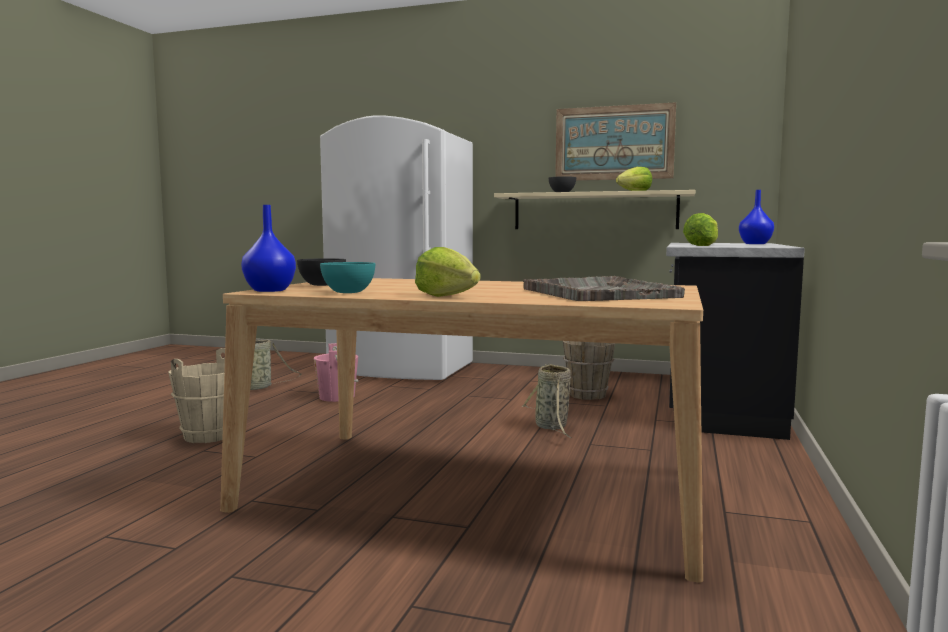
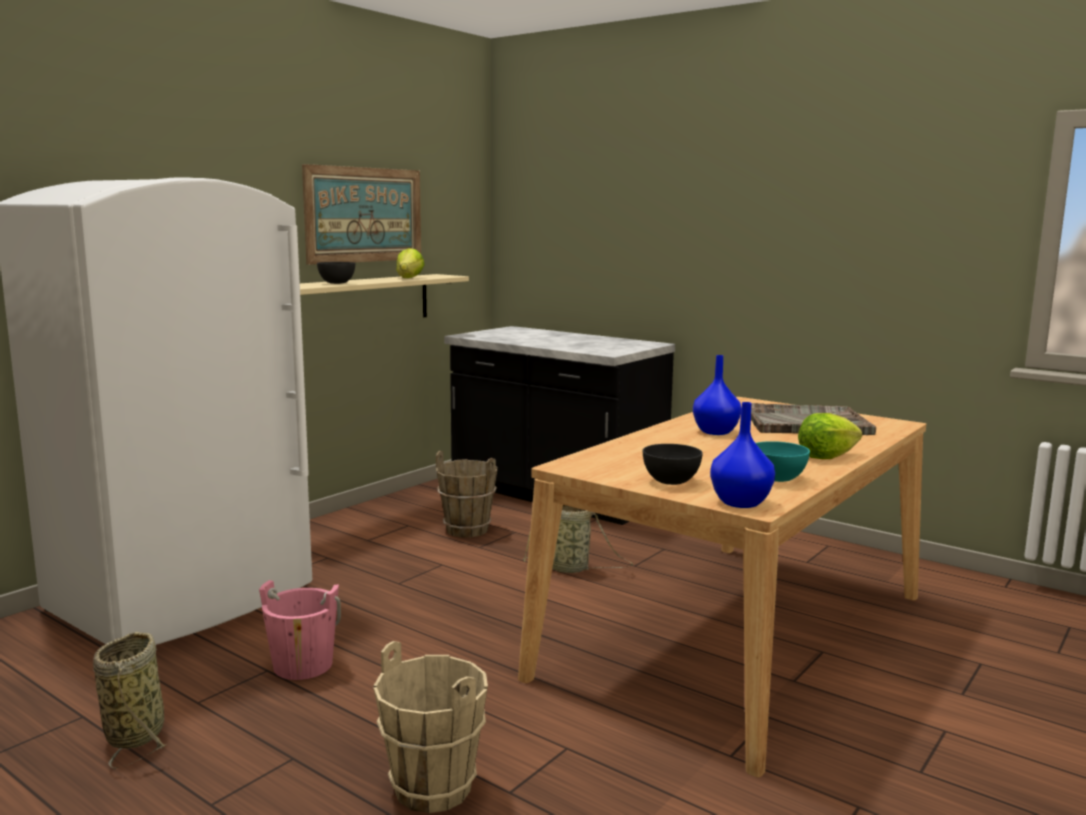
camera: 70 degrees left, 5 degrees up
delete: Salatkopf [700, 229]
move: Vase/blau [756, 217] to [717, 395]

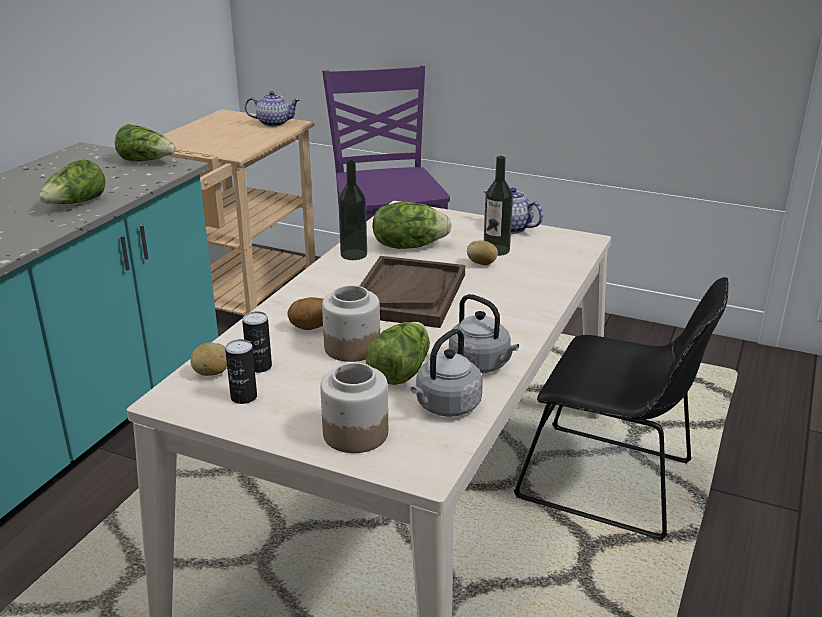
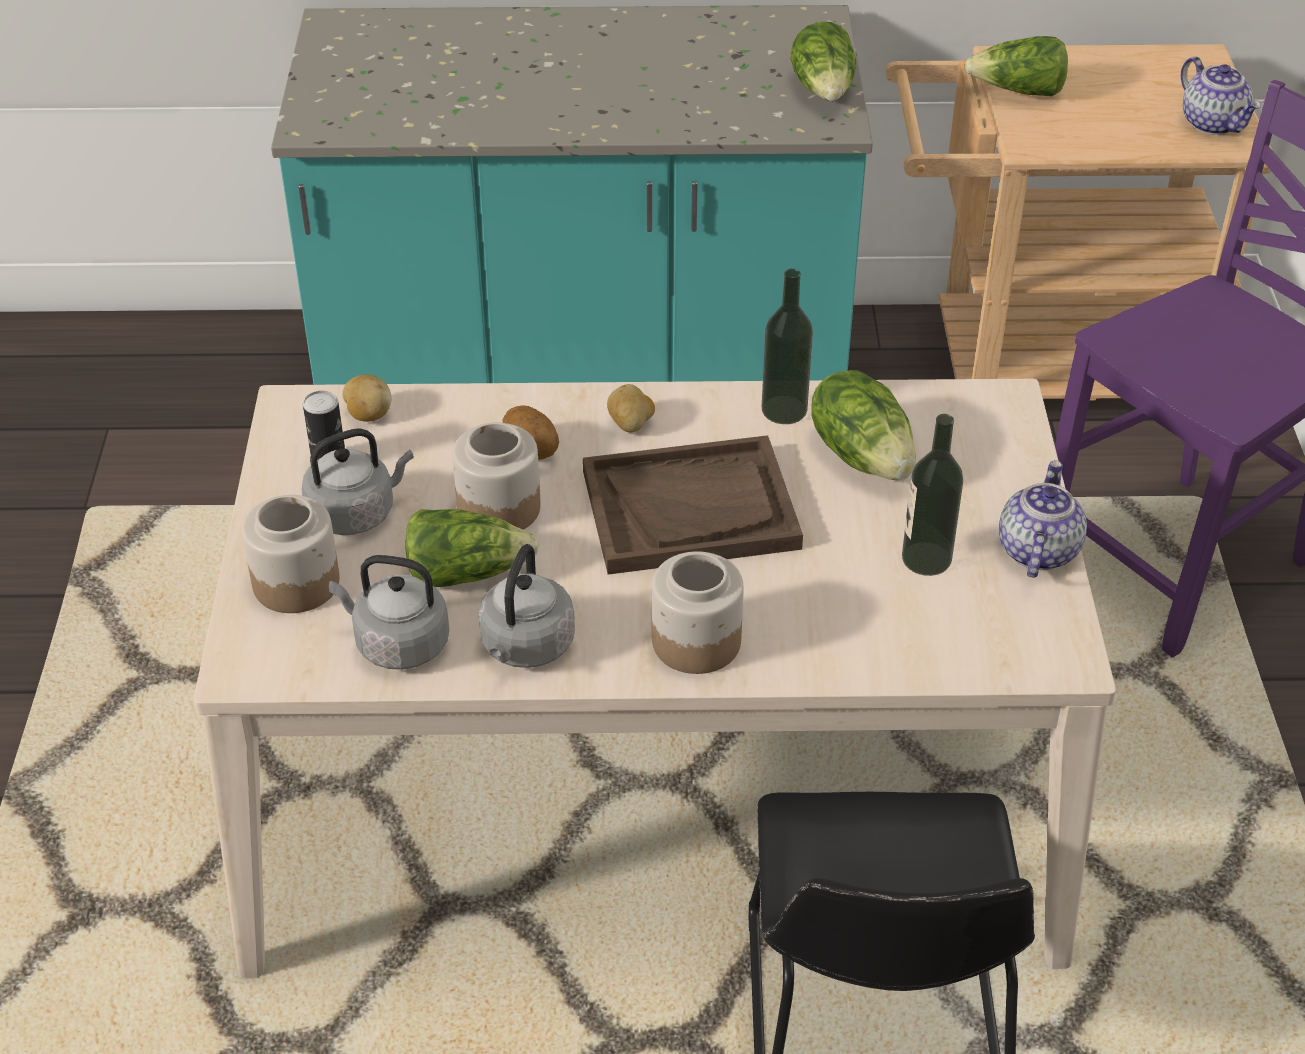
camera: 65 degrees right, 15 degrees up
delete: Dose [257, 342]
insert: Wasserkessel/grau [358, 482]; Vorratsglas [698, 612]
move: Salatkopf [72, 181] to [1016, 66]; Kartoffel [482, 253] to [631, 408]

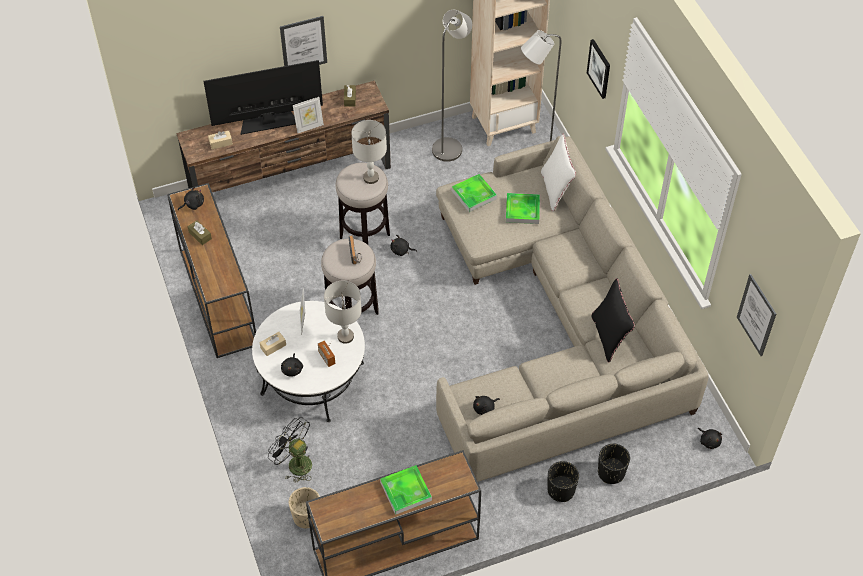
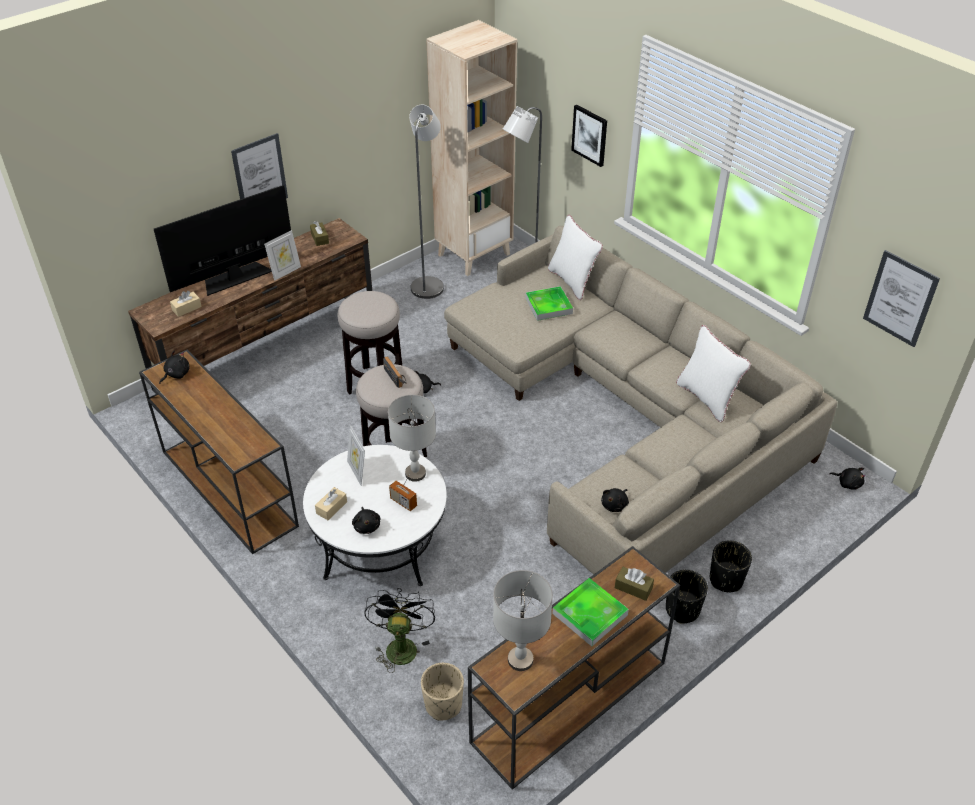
camera: 20 degrees left, 10 degrees down
delete: Tablett [474, 193]
move: Taschentuchbox/braun [200, 232] to [634, 584]; Tischlampe/grau [369, 152] to [523, 620]; Pflanzkübel/schwarz [614, 464] to [687, 597]
recolor: Kissen/schwarz [613, 320] to Kissen/weiß [713, 373]
rotate: Ventilator/schwarz [290, 450] = [399, 630] 75 degrees clockwise

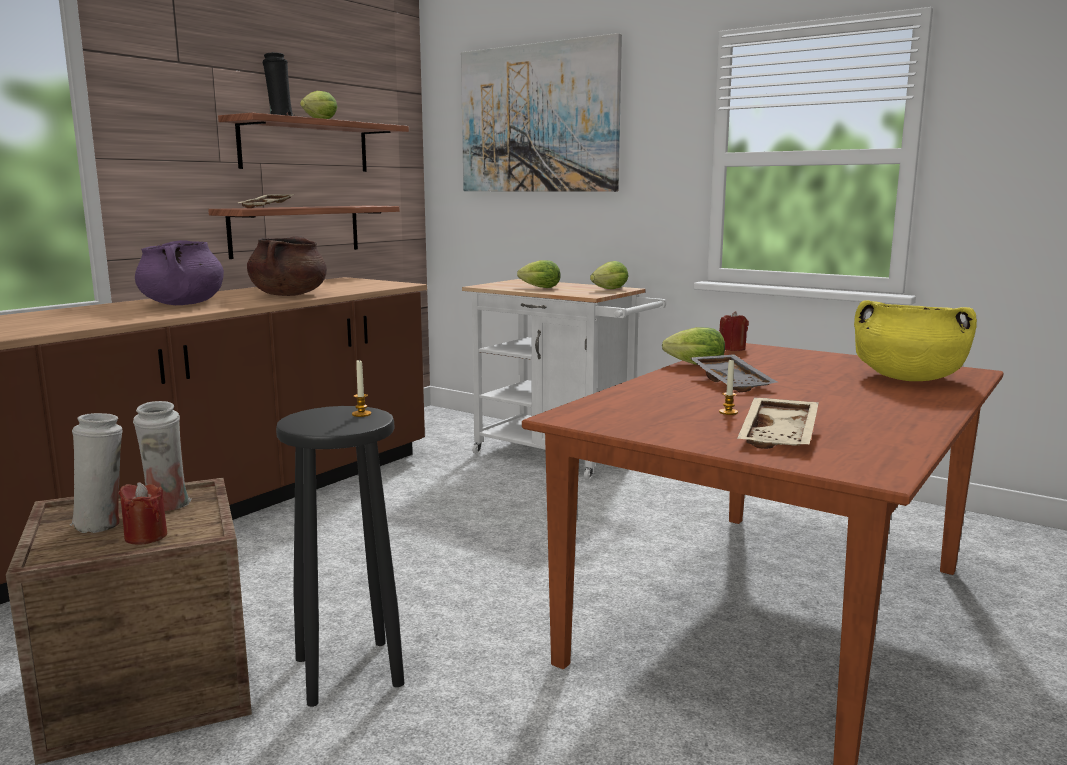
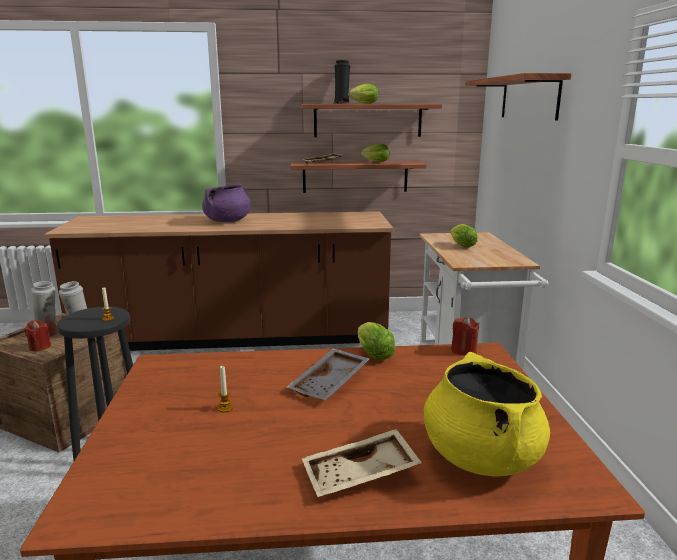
camera: 50 degrees right, 5 degrees up
delete: Kochtopf/braun [287, 266]
move: Salatkopf [609, 275] to [375, 153]; Tablett/beige [778, 423] to [361, 463]
replace: Bild [541, 112] to Wandregal [518, 96]

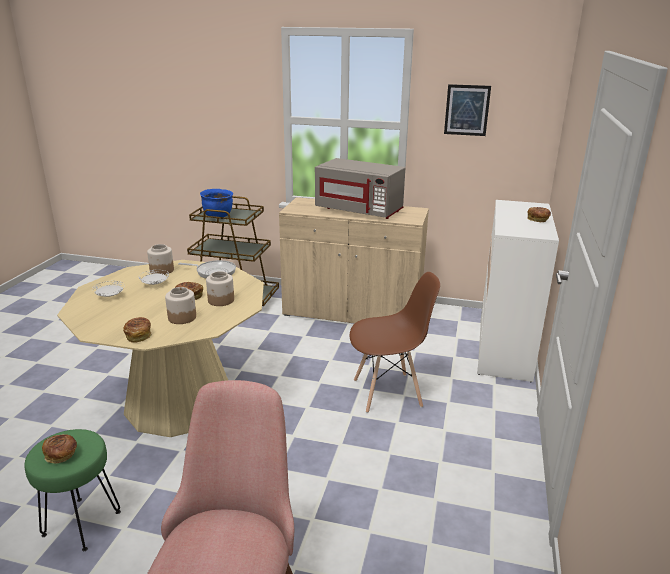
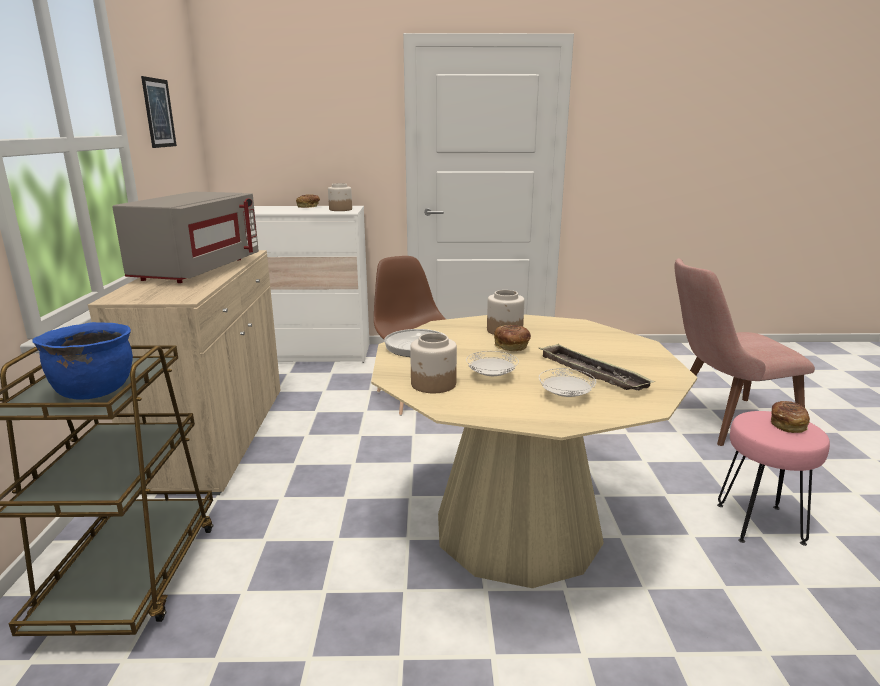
camera: 105 degrees left, 5 degrees down
delete: Brot [137, 330]
insert: Tablett [597, 366]
move: Vorratsglas [180, 305] to [340, 197]
recolor: Hocker/grün [72, 490] to Hocker/rosa [773, 478]

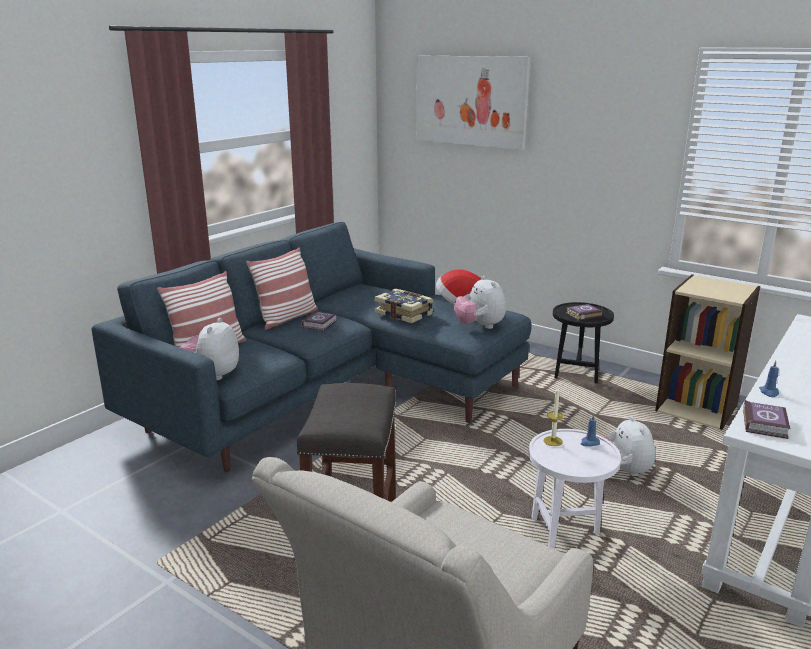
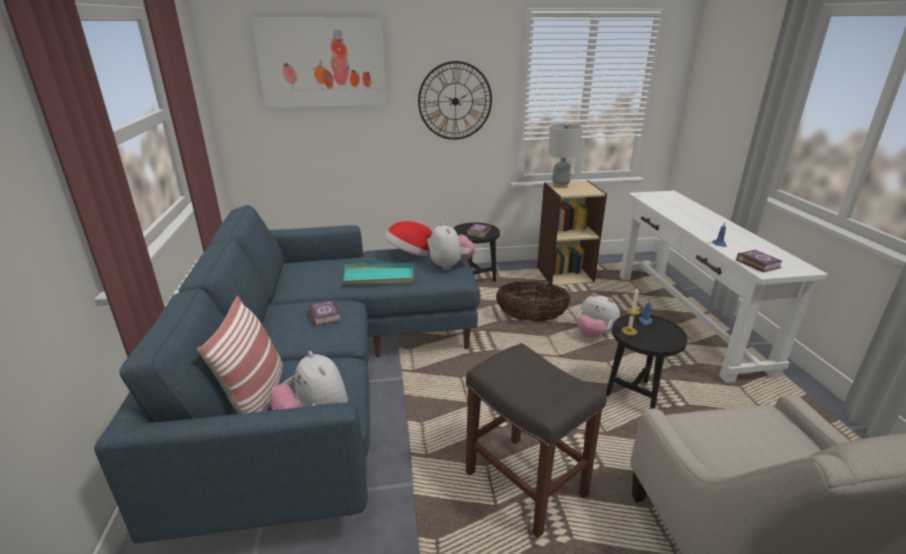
camera: 45 degrees left, 5 degrees up
delete: Kissen [282, 288]
insert: Wanduhr [455, 100]; Korb [533, 301]; Tischlampe/grau [565, 156]
replace: Buch [403, 306] to Tablett/türkis [377, 273]
recolor: Beistelltisch/weiß [574, 489] to Beistelltisch/schwarz [647, 361]
rotate: Plüschtier [480, 302] = [452, 246] 135 degrees counterclockwise

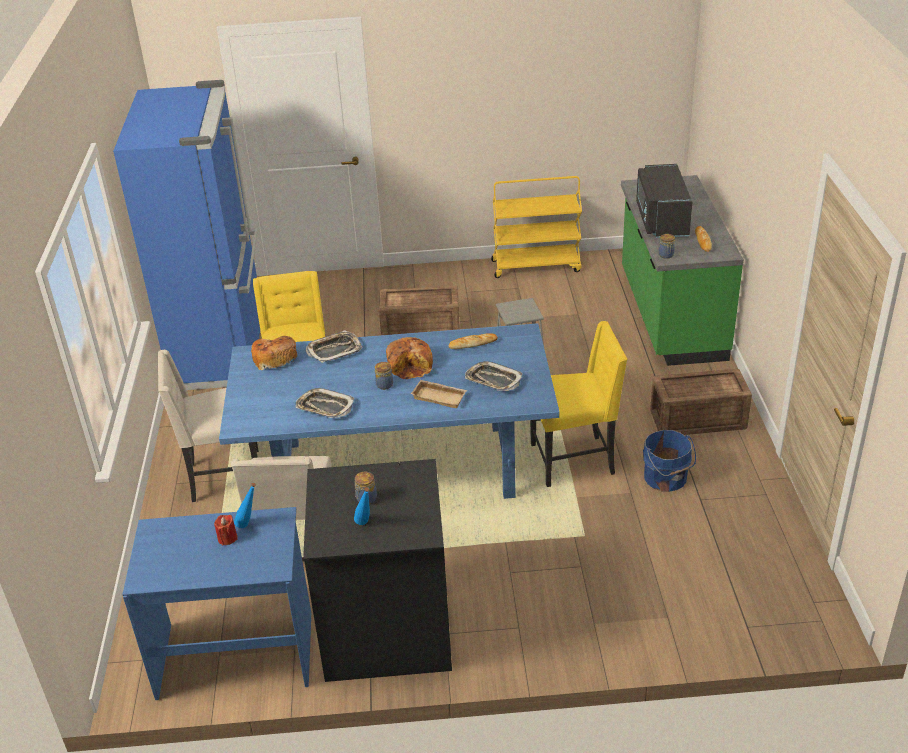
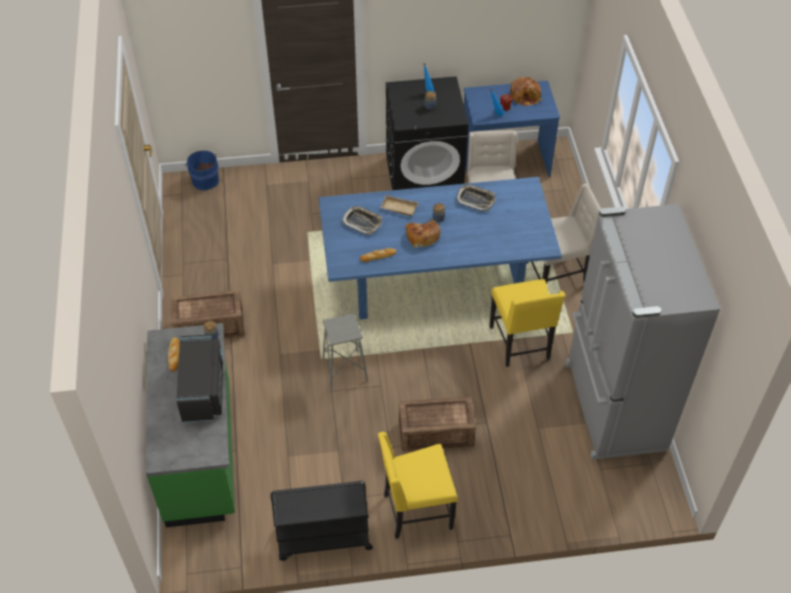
camera: 175 degrees right, 15 degrees up
delete: Tablett [334, 346]
move: Brot [274, 353] to [526, 91]; Stuhl/gelb [578, 404] to [418, 485]; Eimer/blau [669, 461] to [202, 170]
recolor: Kühlschrank/blau [186, 235] to Kühlschrank/grau [642, 332]; Rollwagen/gelb [536, 227] to Rollwagen/schwarz [321, 521]

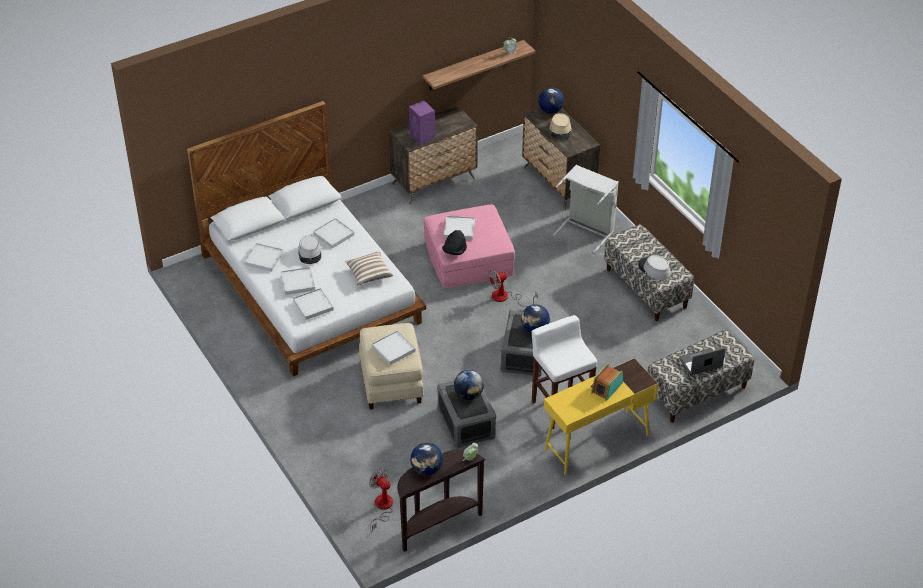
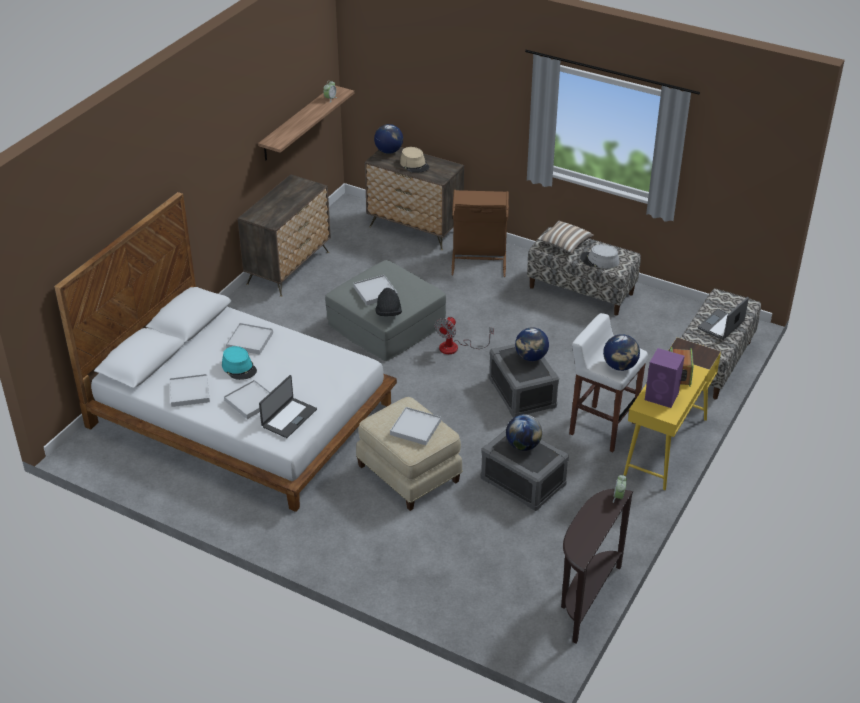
camera: 30 degrees left, 5 degrees down
delete: Ventilator [381, 500]
move: Kissen [369, 268] to [565, 237]; Lautsprecher/lila [422, 123] to [665, 378]; Globus [426, 459] to [621, 352]
replace: Tablett/weiß [313, 304] to Laptop [288, 406]
recolor: Hut/grau [310, 249] to Hut/türkis [239, 363]; Polsterhocker/rosa [469, 246] to Polsterhocker/grau [385, 310]; Wäschekorb/grau [586, 208] to Wäschekorb/braun [480, 233]

